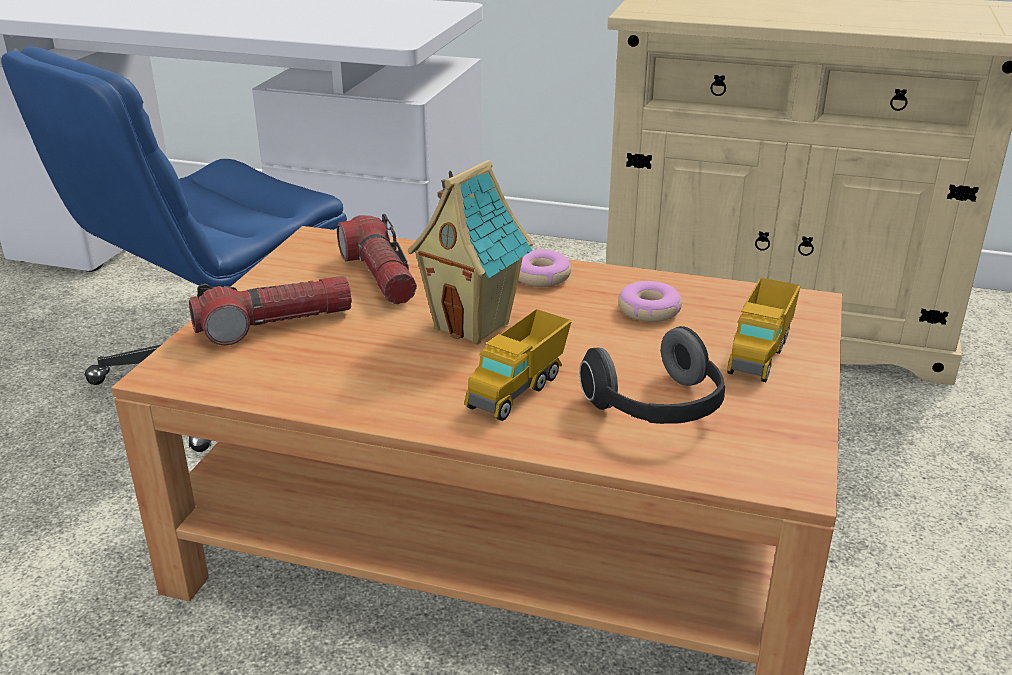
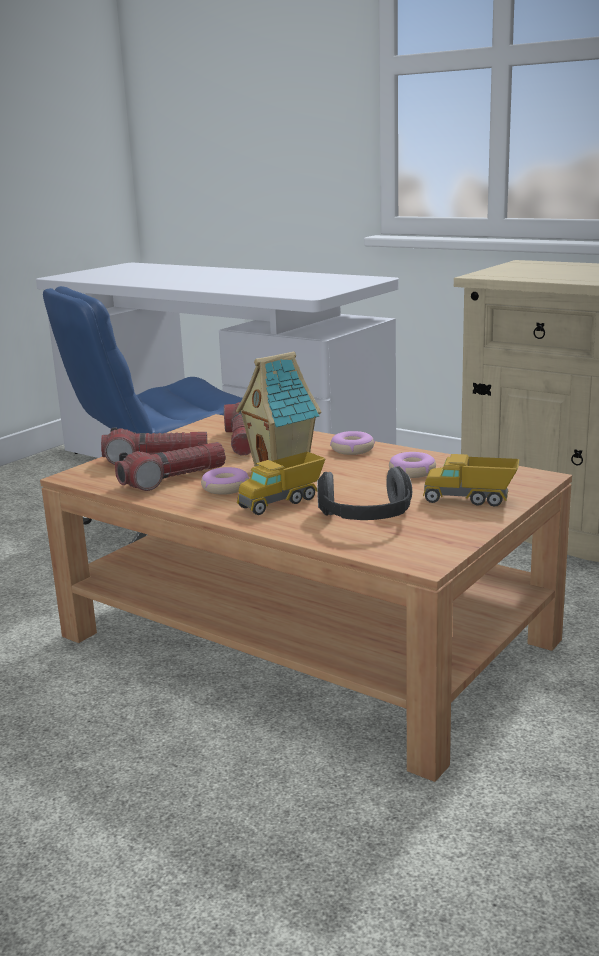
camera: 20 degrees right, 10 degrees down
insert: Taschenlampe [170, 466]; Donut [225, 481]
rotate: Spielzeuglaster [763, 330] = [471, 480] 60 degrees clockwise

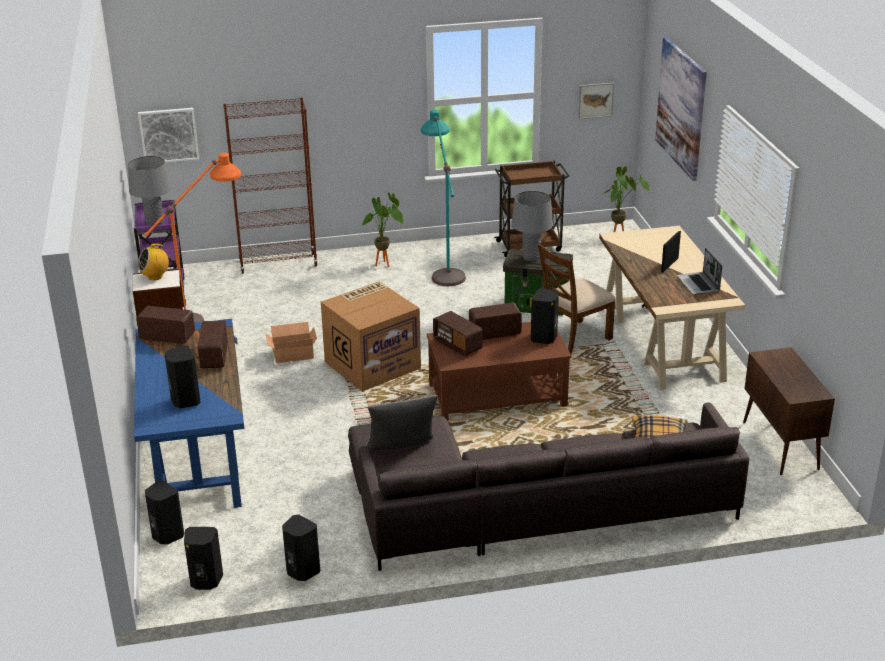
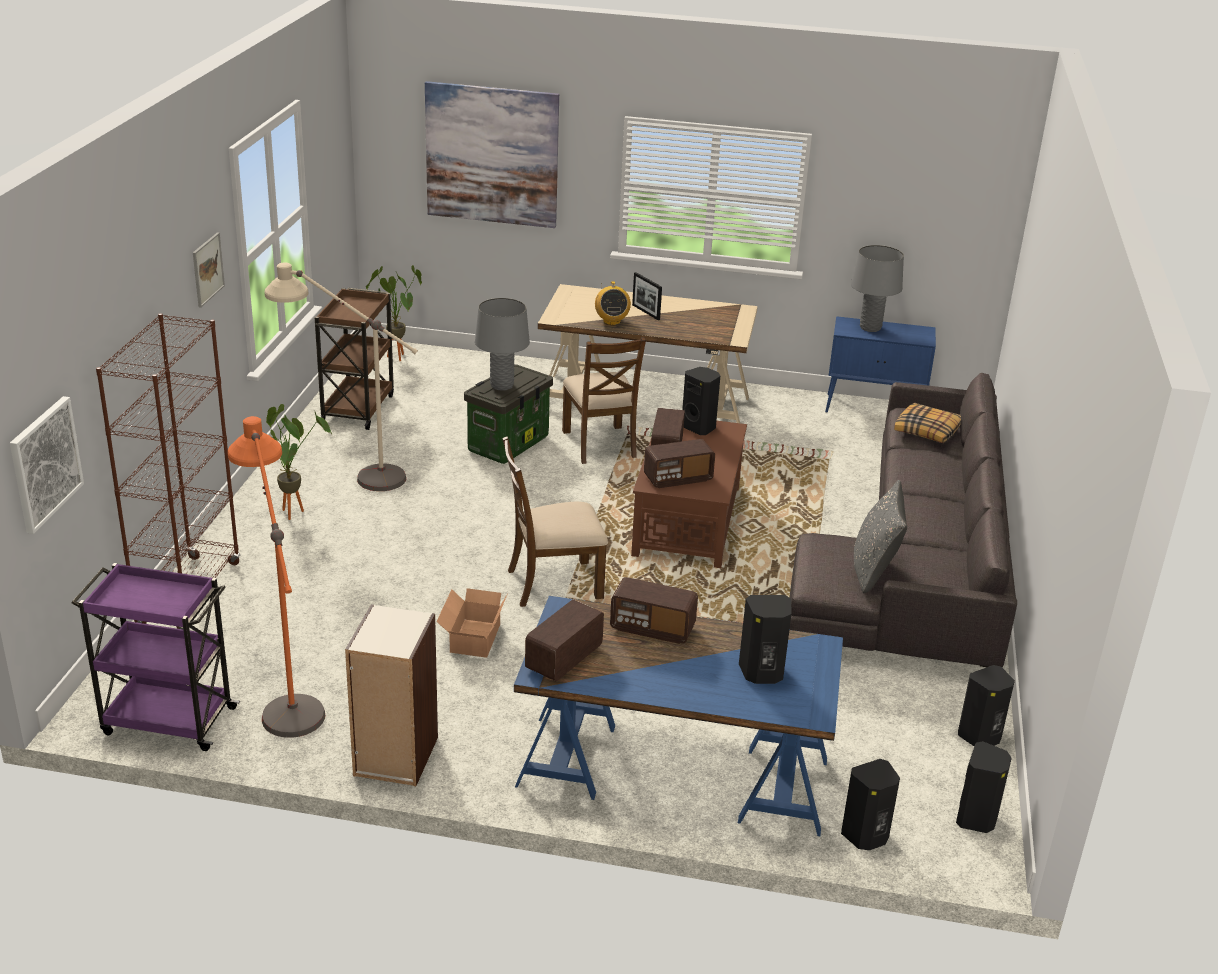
camera: 70 degrees left, 0 degrees up
delete: Laptop [699, 271]
move: Tischlampe/grau [149, 191] to [877, 288]; Radio [153, 262] to [613, 303]; Bild [596, 101] to [209, 270]
replace: Karton [371, 336] to Stuhl/braun [555, 521]
recolor: Stehlampe/türkis [443, 198] to Stehlampe/beige [341, 376]; Schrank/braun [789, 411] to Schrank/blau [880, 364]

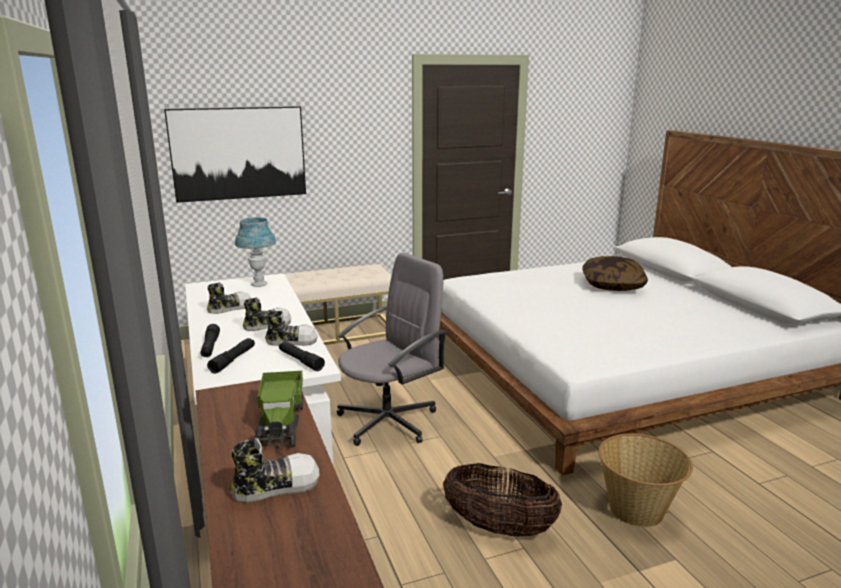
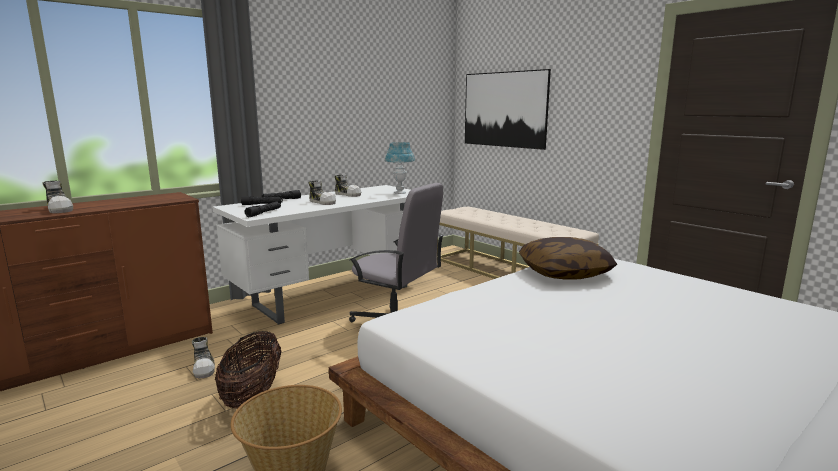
camera: 70 degrees right, 5 degrees down
delete: Spielzeuglaster [279, 409]
move: Schuh [291, 328] to [203, 358]; Kissen [615, 273] to [568, 258]

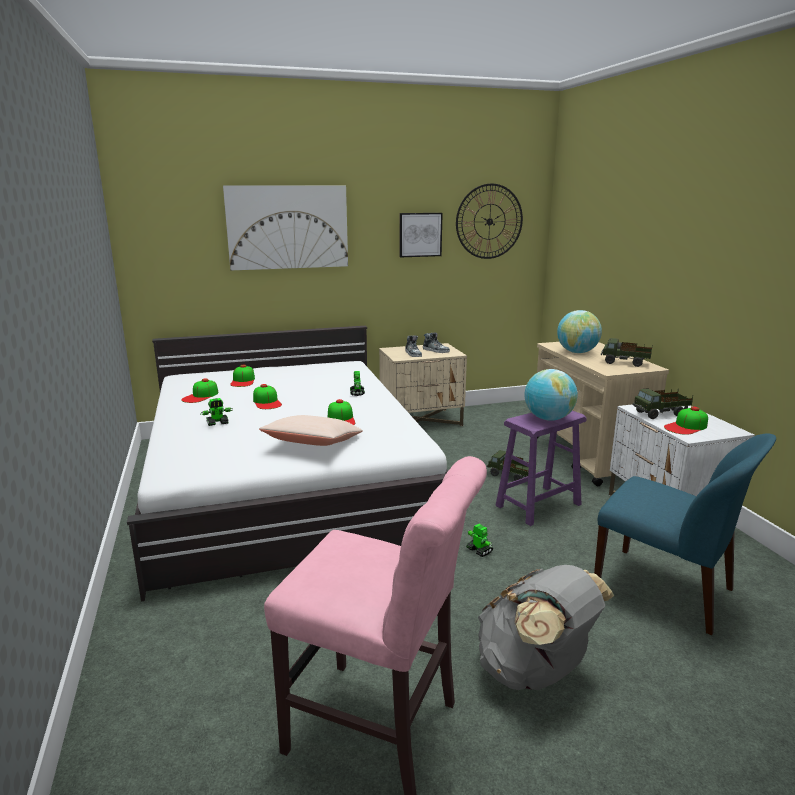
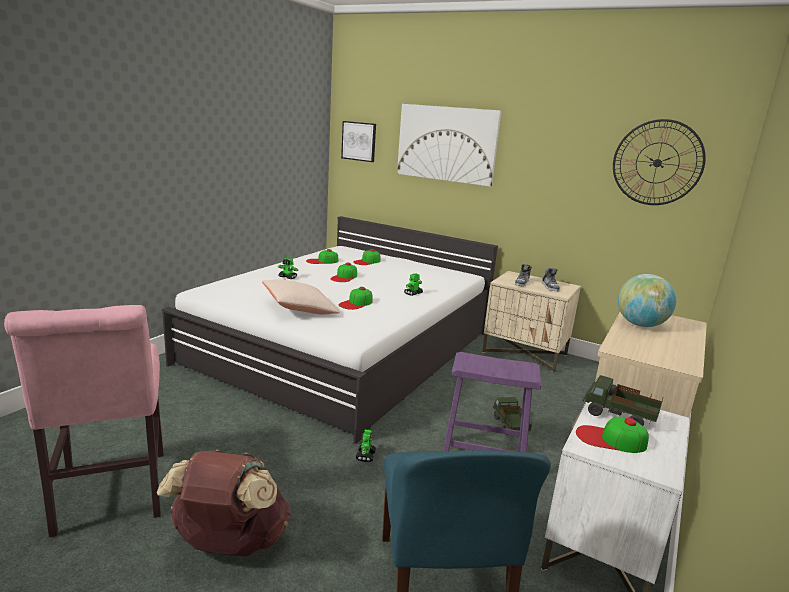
camera: 45 degrees right, 0 degrees up
delete: Globus [551, 395]; Spielzeuglaster [626, 352]
move: Bild [421, 235] to [358, 141]
recolor: Rucksack/grau [546, 627] to Rucksack/braun [224, 503]

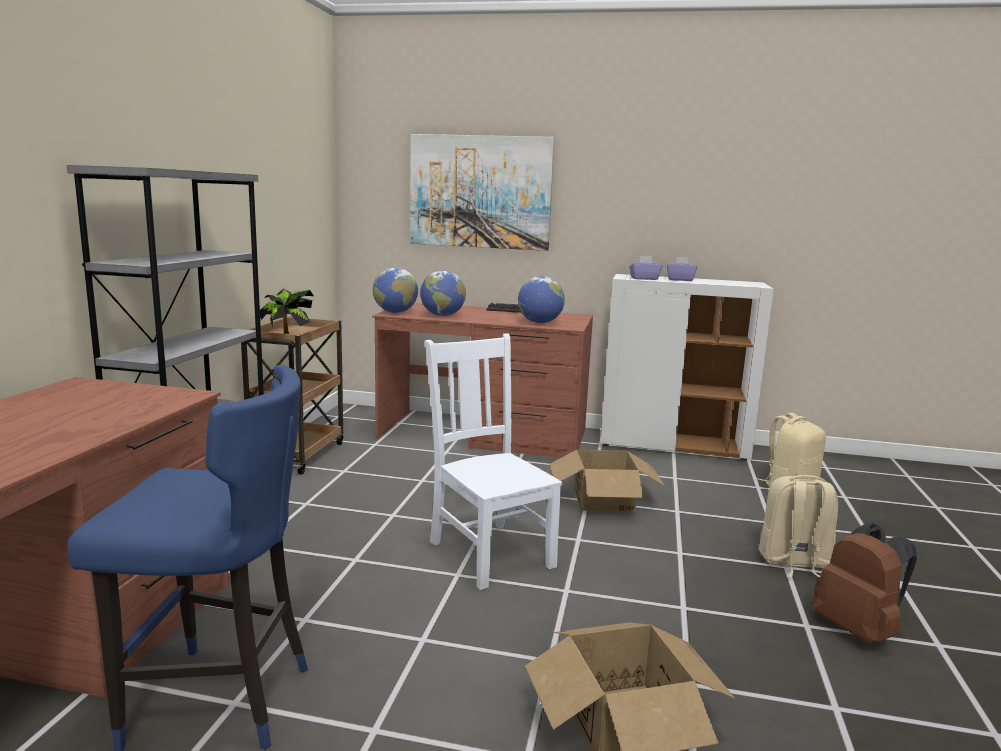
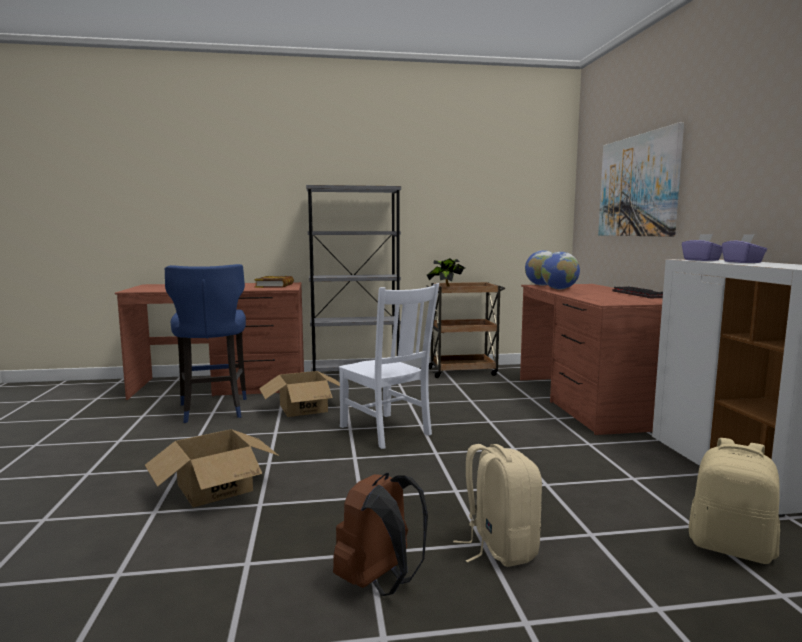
camera: 70 degrees right, 5 degrees down
delete: Globus [541, 299]
insert: Buch [274, 282]
move: Karton [607, 481] to [299, 394]
rotate: Stuhl/weiß [493, 461] = [389, 366] 105 degrees clockwise

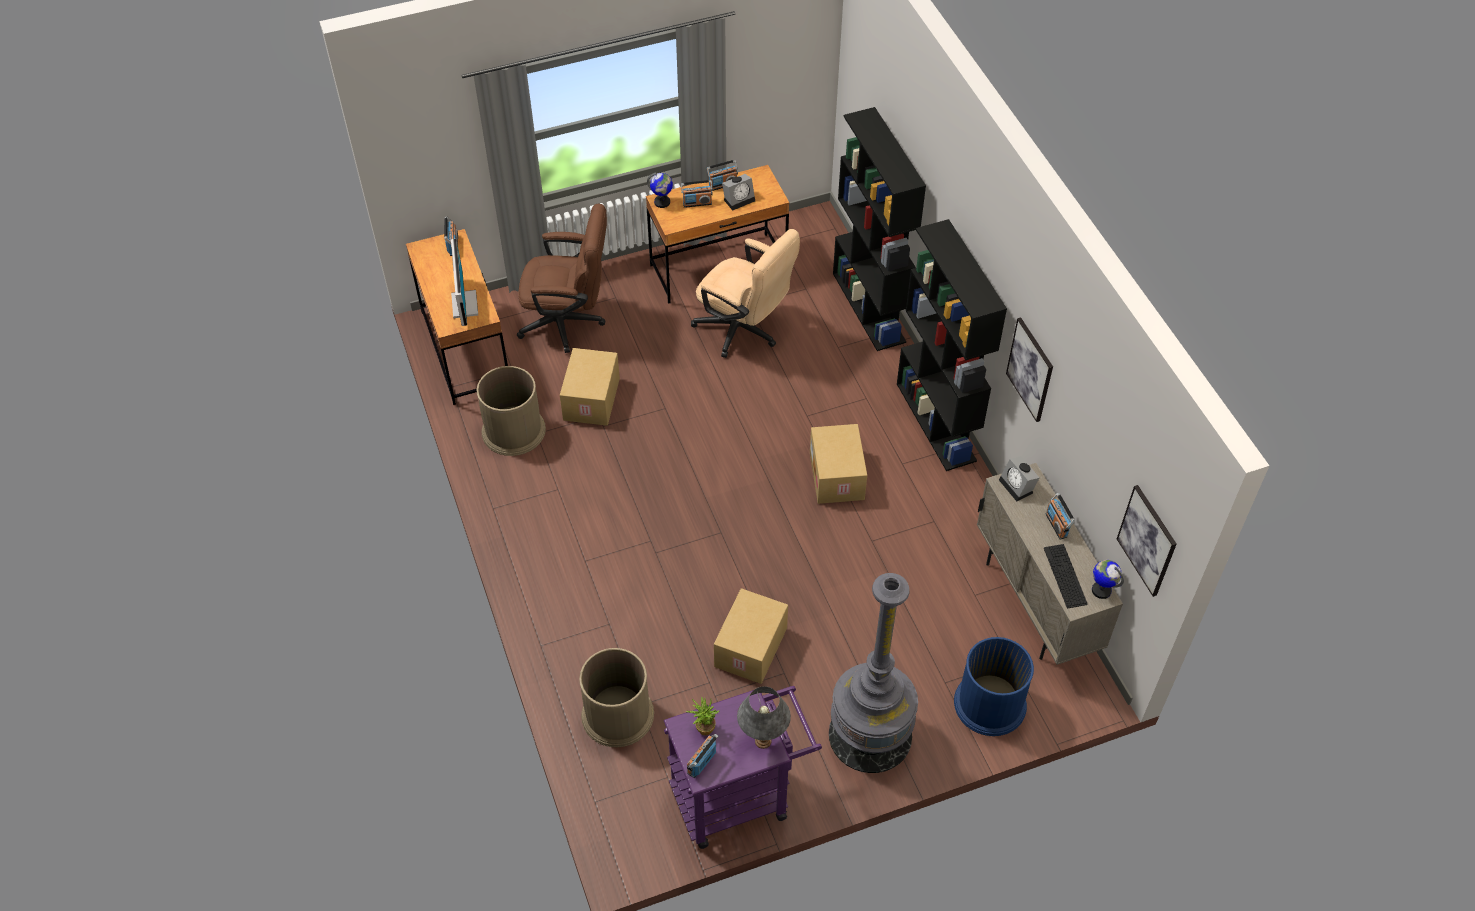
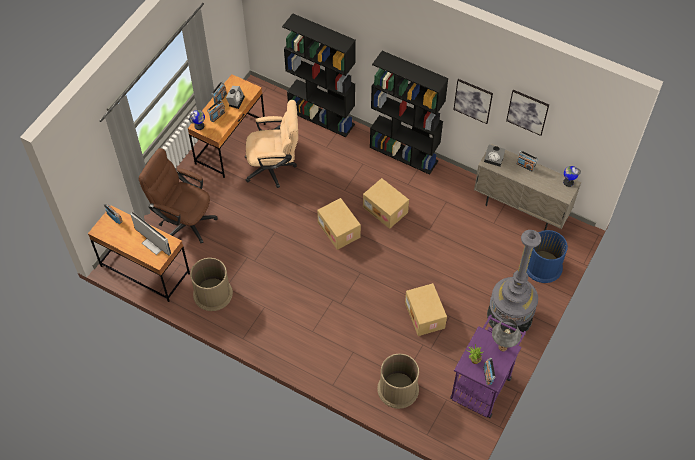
camera: 40 degrees left, 5 degrees up
delete: Tastatur [1066, 576]
move: Karton [590, 387] to [339, 224]; Bild [1147, 541] to [527, 113]
rotate: Bürostuhl/braun [562, 278] = [178, 195] 120 degrees counterclockwise

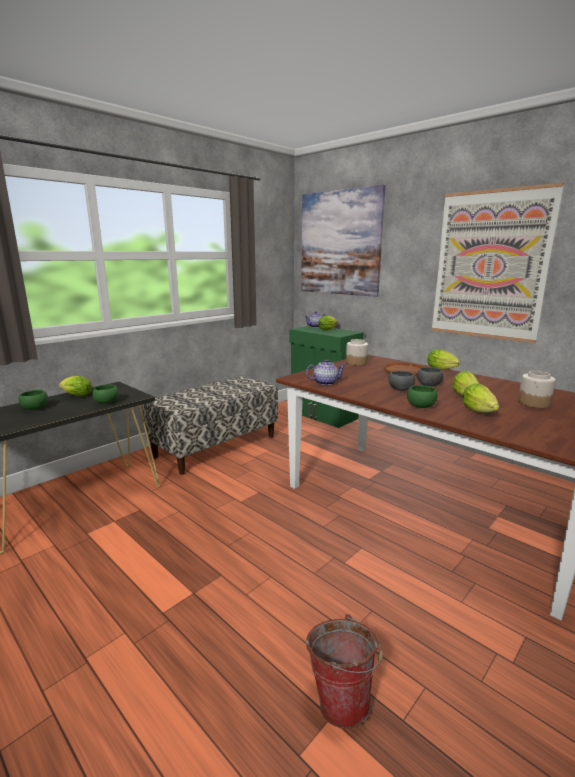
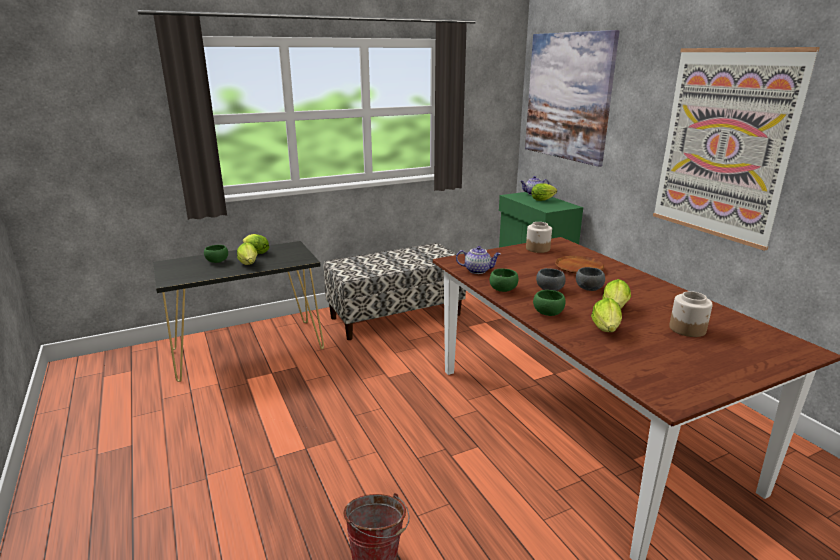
camera: 20 degrees right, 5 degrees up
move: Schüssel/grün [106, 394] to [504, 280]; Salatkopf [443, 359] to [247, 254]

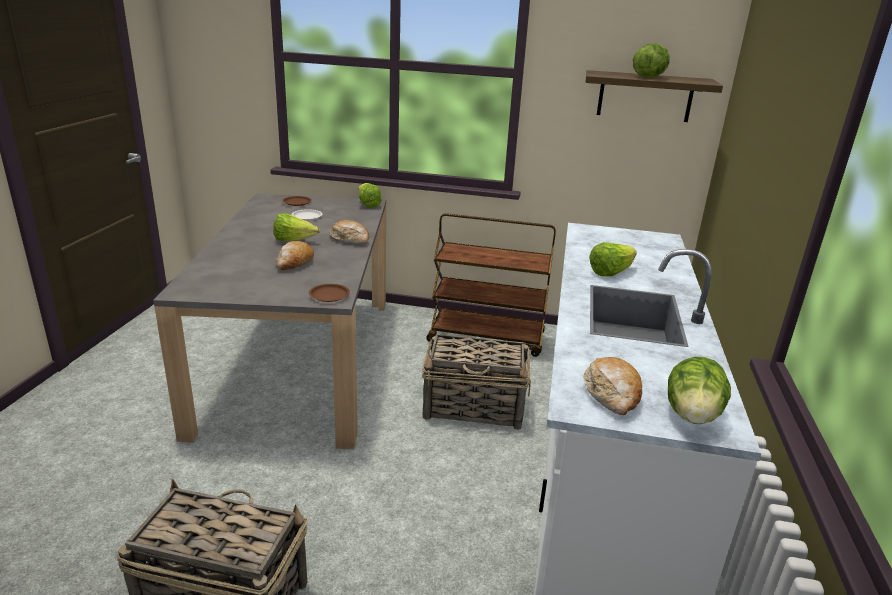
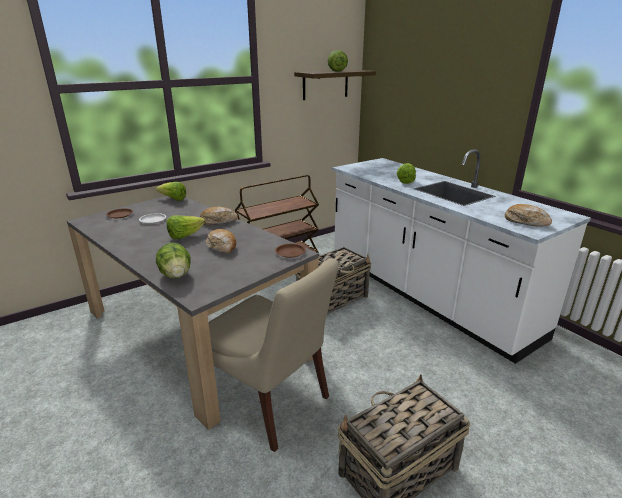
camera: 45 degrees left, 0 degrees up
insert: Stuhl/beige [274, 355]
move: Salatkopf [699, 391] to [173, 260]

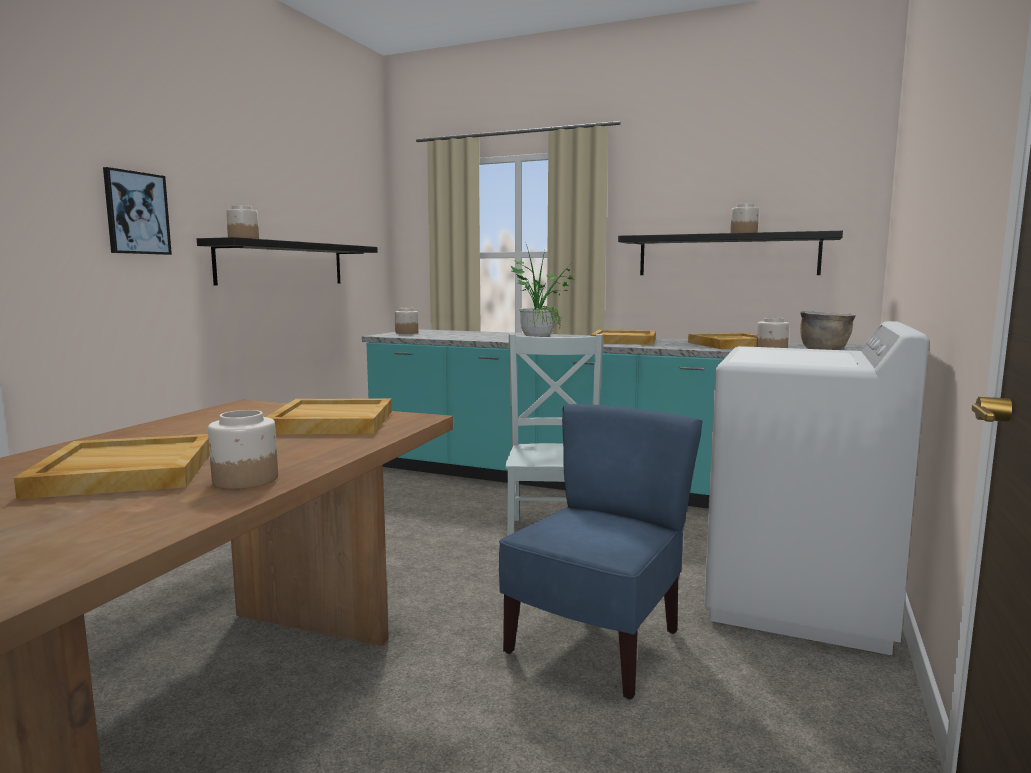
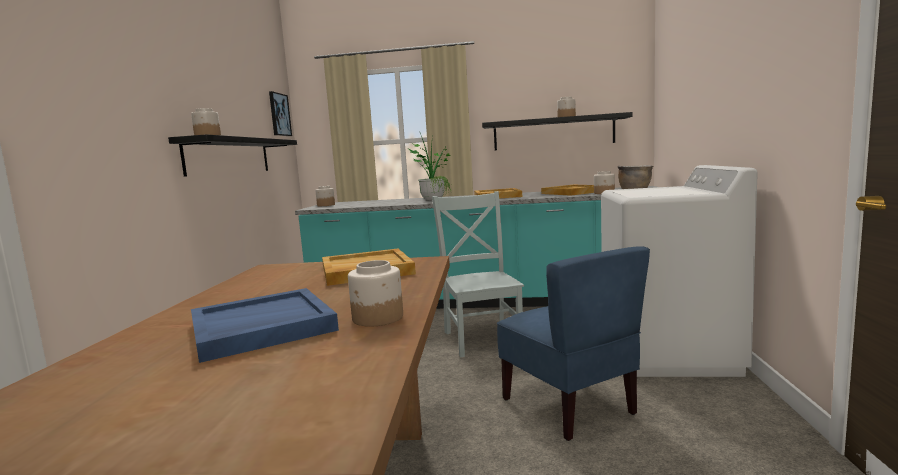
camera: 15 degrees left, 0 degrees up
move: Bild [137, 211] to [280, 113]
recolor: Tablett/beige [112, 466] to Tablett/blau [265, 325]
rotate: Stuhl/blau [600, 552] = [573, 343] 135 degrees clockwise

